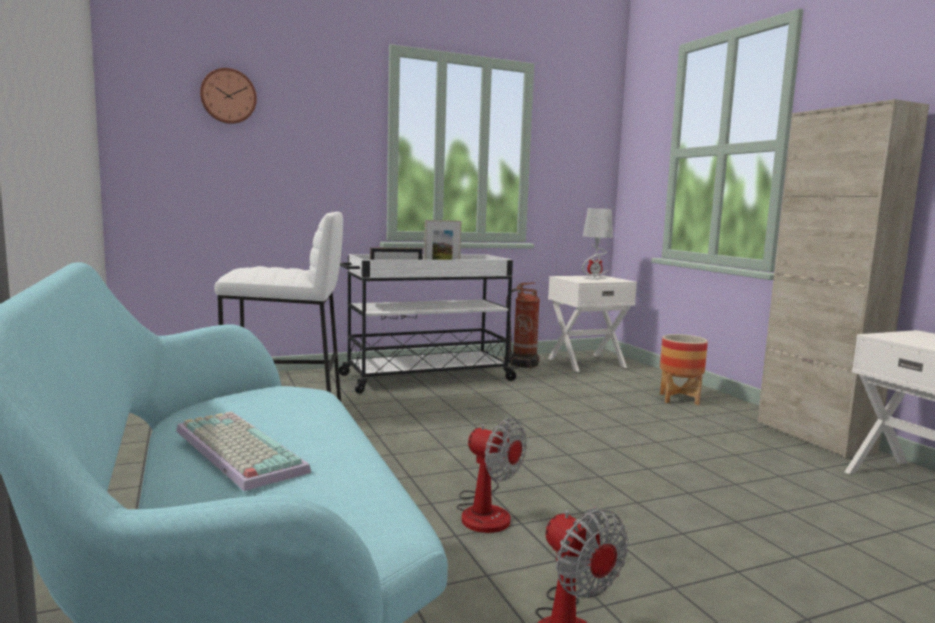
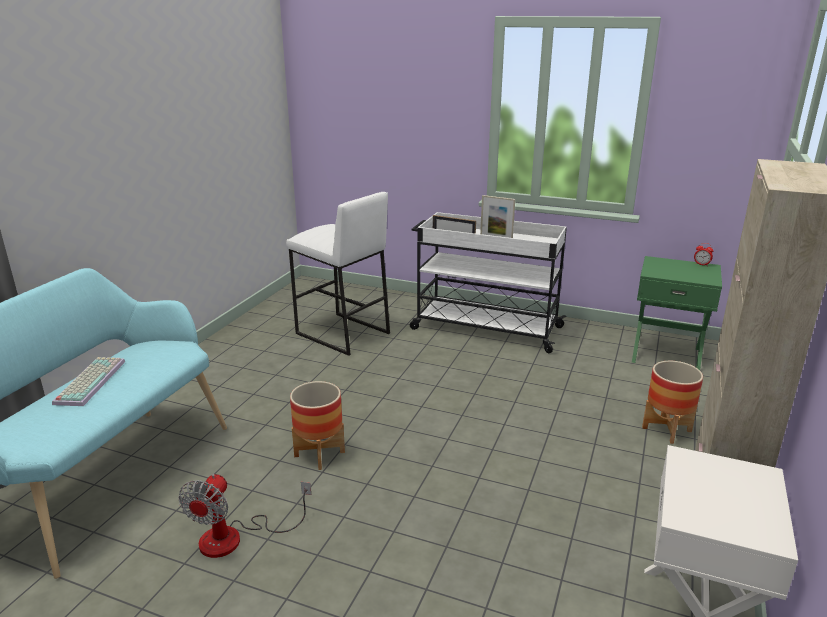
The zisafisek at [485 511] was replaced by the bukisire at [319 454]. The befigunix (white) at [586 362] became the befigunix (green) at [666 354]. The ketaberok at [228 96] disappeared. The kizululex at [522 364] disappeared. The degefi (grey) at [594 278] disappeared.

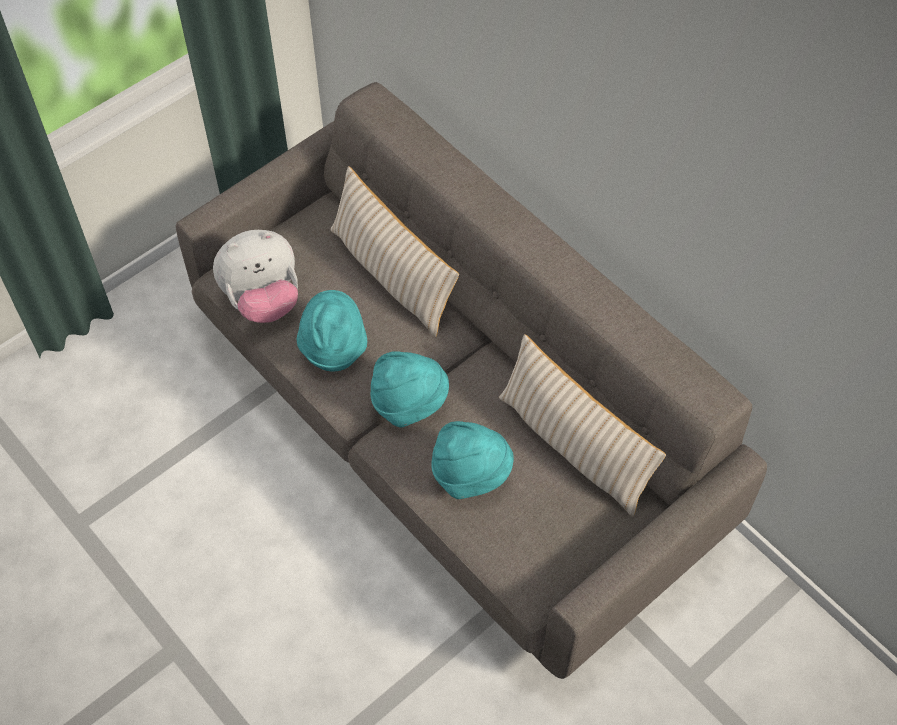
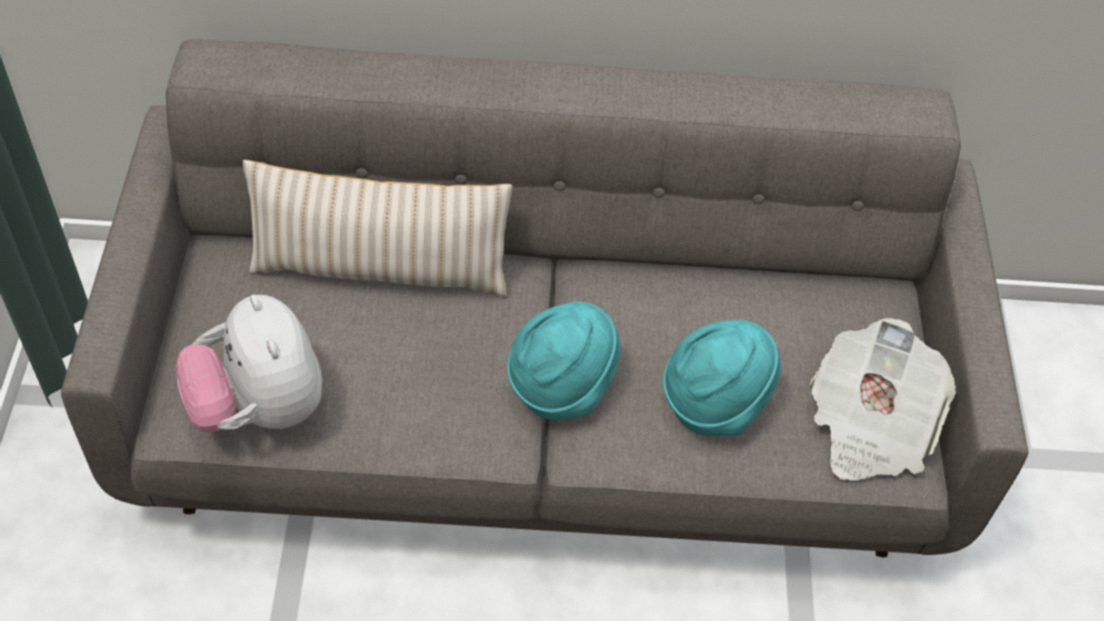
The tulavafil at [263 300] turned 135 degrees clockwise. The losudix at [869 425] appeared. The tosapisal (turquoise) at [334 348] disappeared. The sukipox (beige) at [573 446] disappeared.

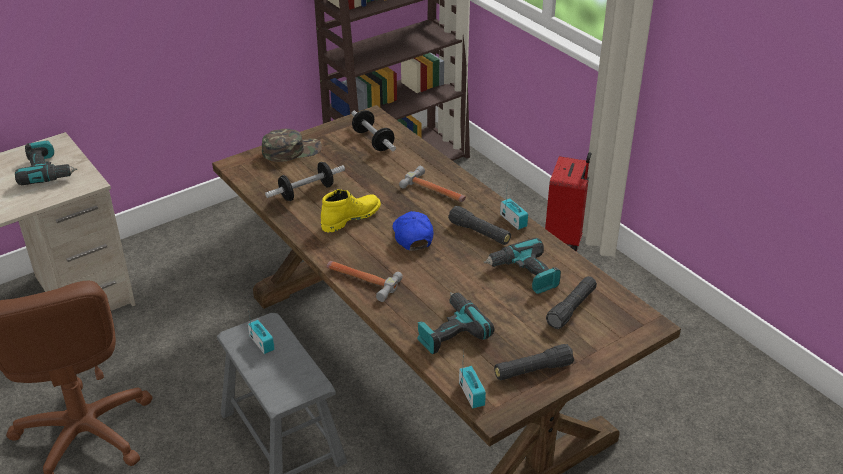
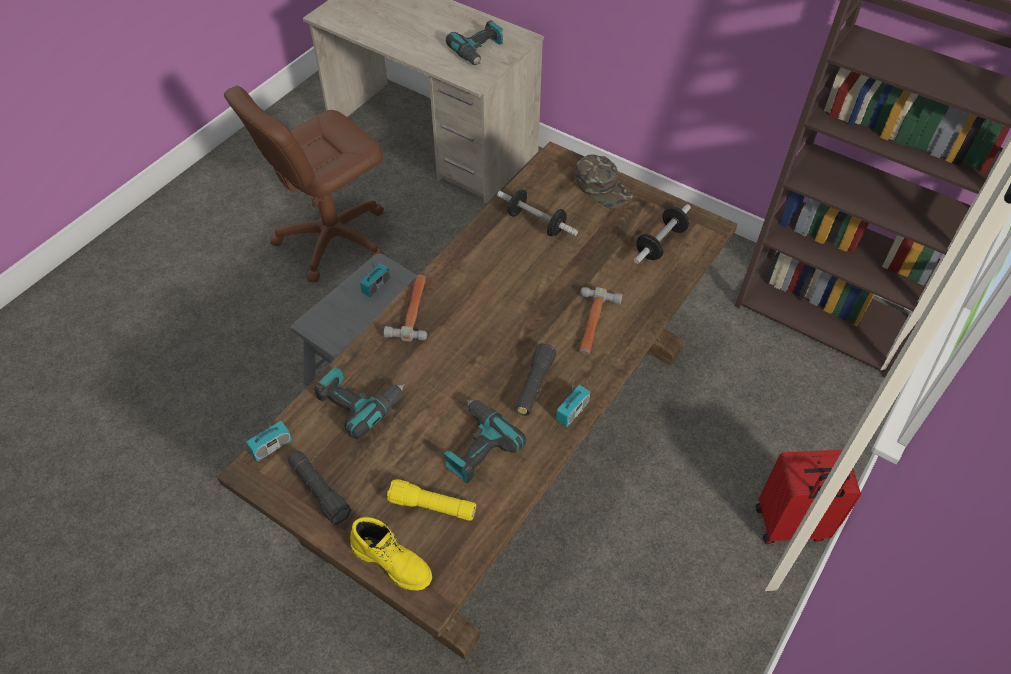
The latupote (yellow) moved from [350 217] to [393 561]. The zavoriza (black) at [571 309] became the zavoriza (yellow) at [432 506]. The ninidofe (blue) at [412 235] disappeared.

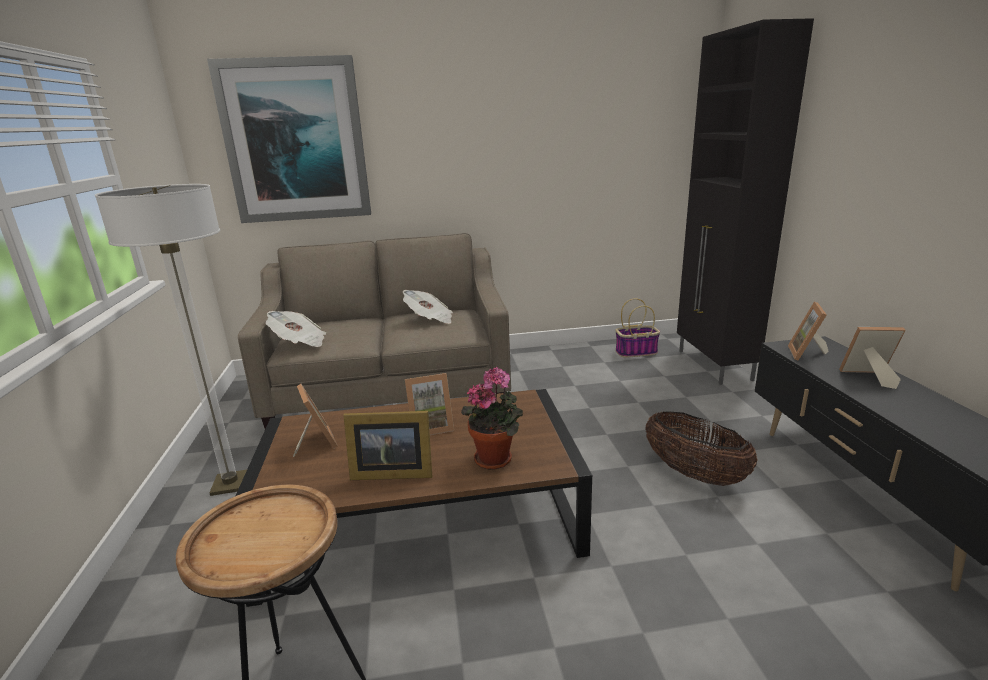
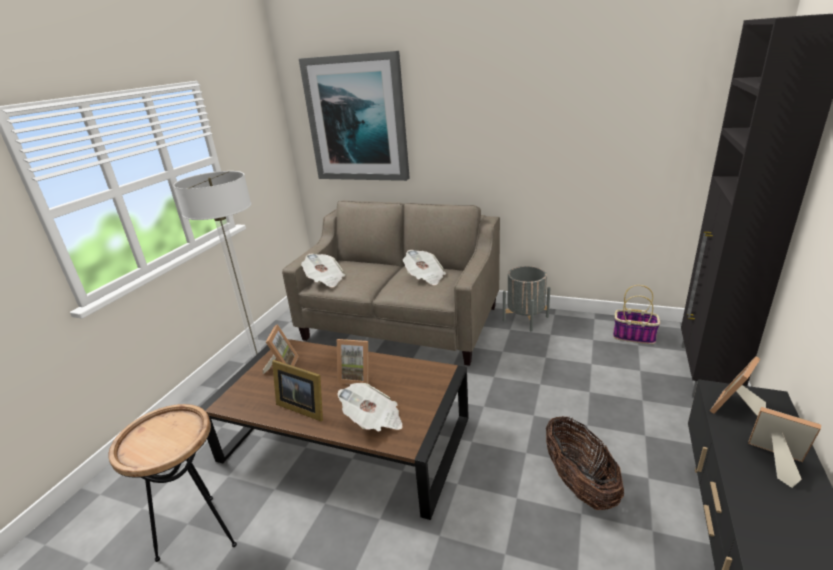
The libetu at [496 458] was replaced by the losudix at [373 420]. The bukisire (grey) at [525 319] appeared.

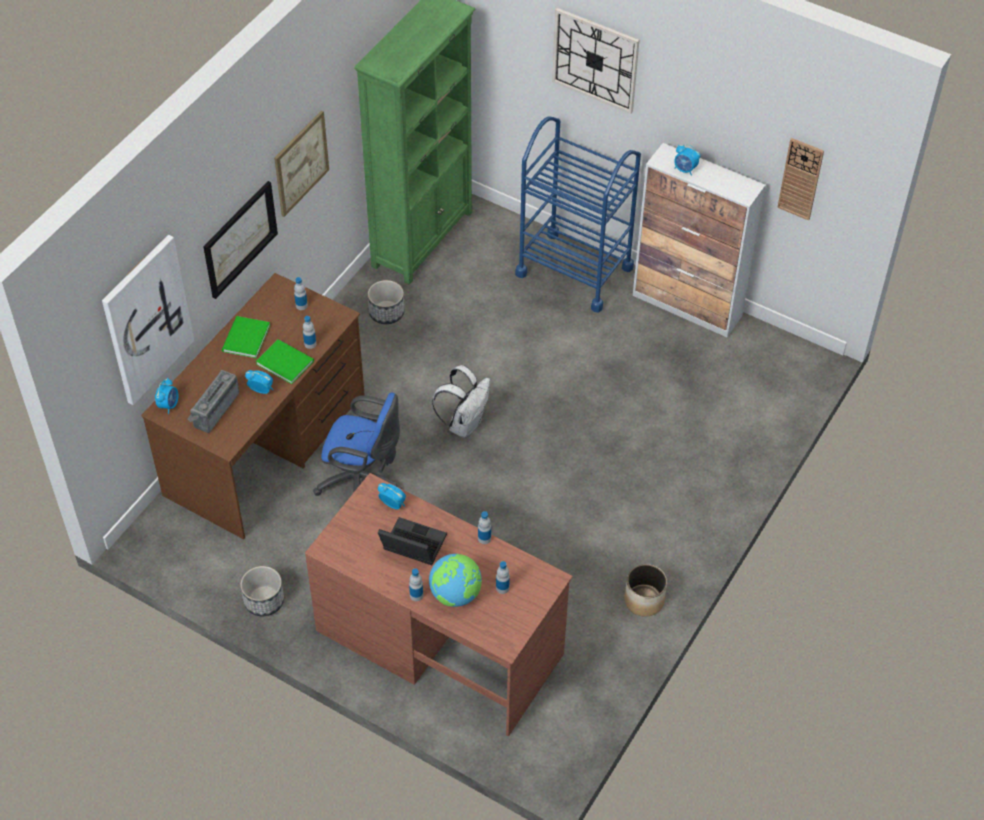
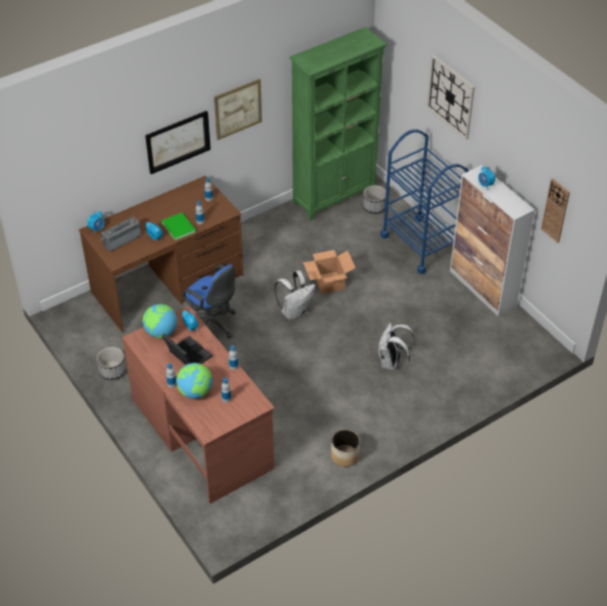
The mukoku at [161 332] appeared. The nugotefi at [329 283] appeared. The bukisire moved from [386 312] to [374 207]. The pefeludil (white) at [391 363] appeared. The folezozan at [146 319] disappeared. The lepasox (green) at [244 339] disappeared.

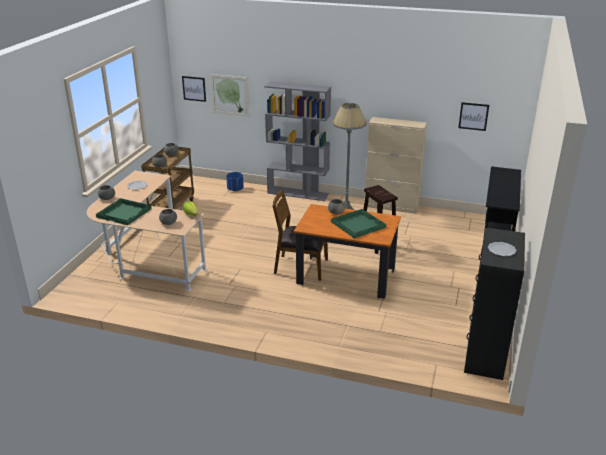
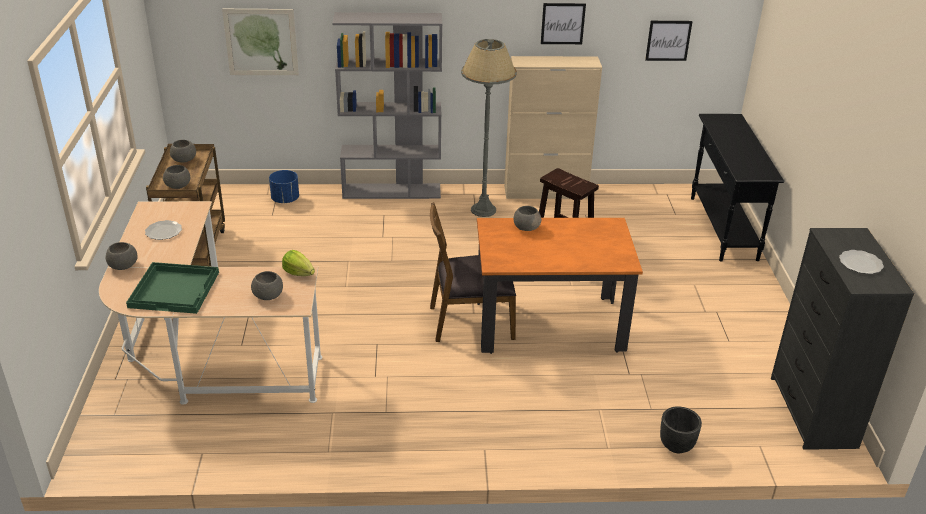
The folezozan moved from [194 88] to [562 23]. The bukisire (black) at [676 446] appeared. The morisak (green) at [358 224] disappeared.

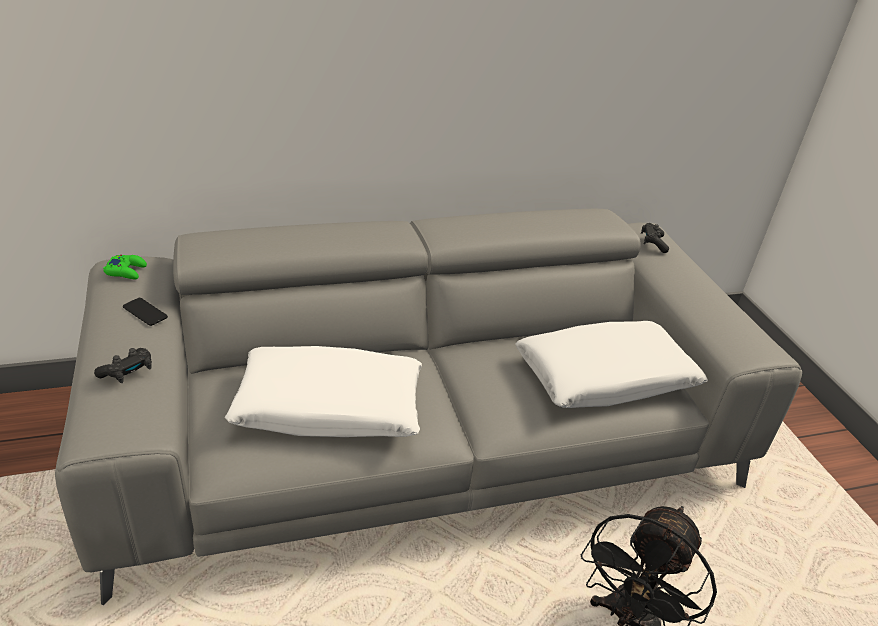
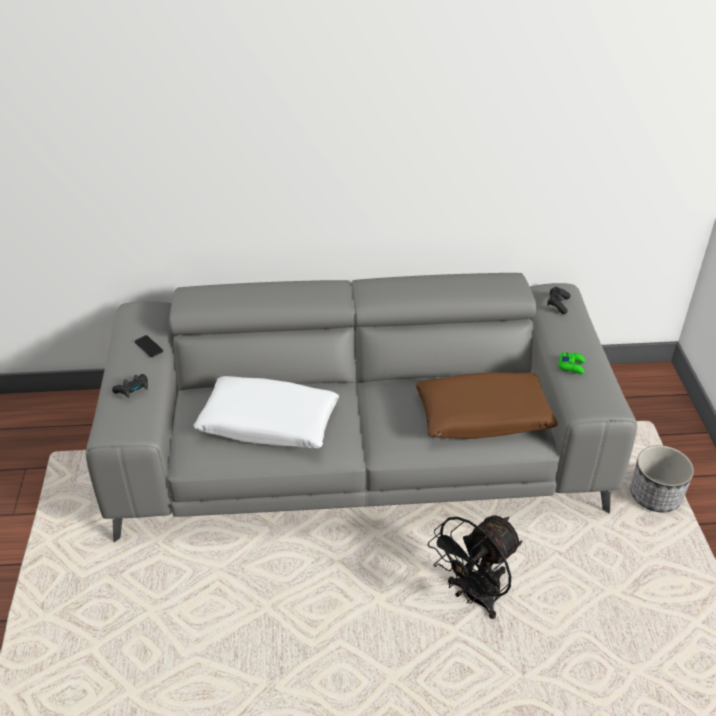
The sukipox (white) at [605 378] became the sukipox (brown) at [483 416]. The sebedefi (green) moved from [126 271] to [571 365]. The bukisire at [655 495] appeared.

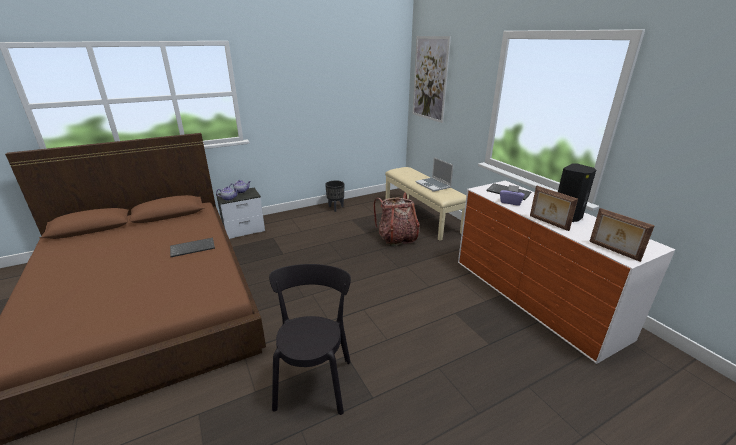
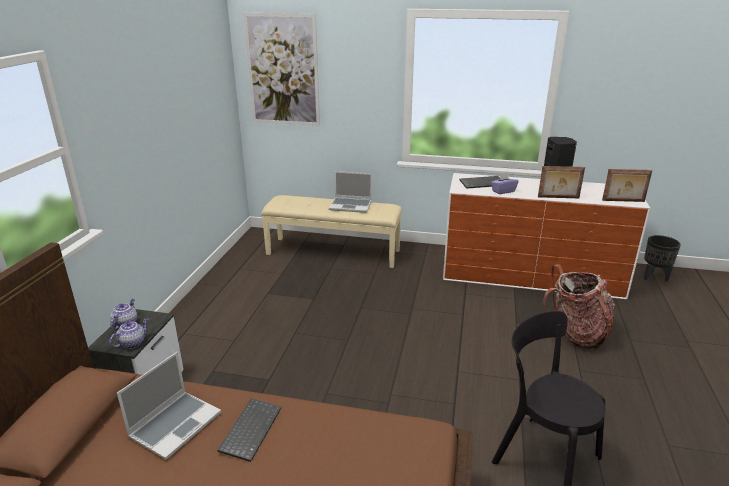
The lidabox at [175 424] appeared. The pefeludil moved from [397 238] to [575 334]. The bukisire (black) moved from [336 208] to [654 277].

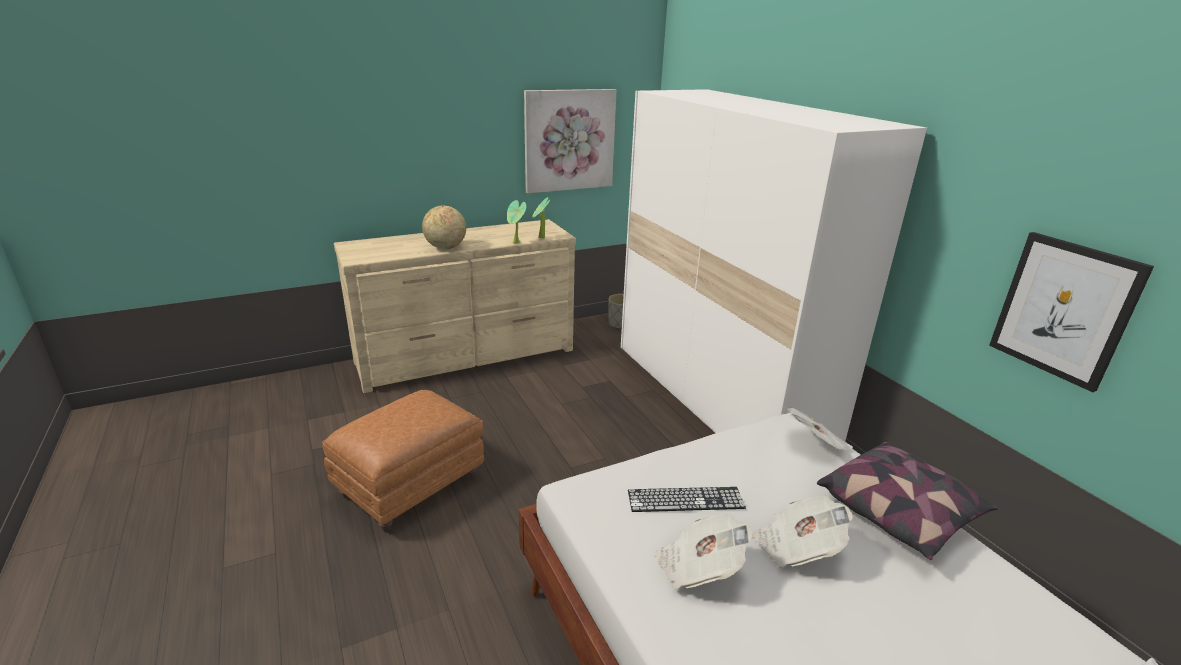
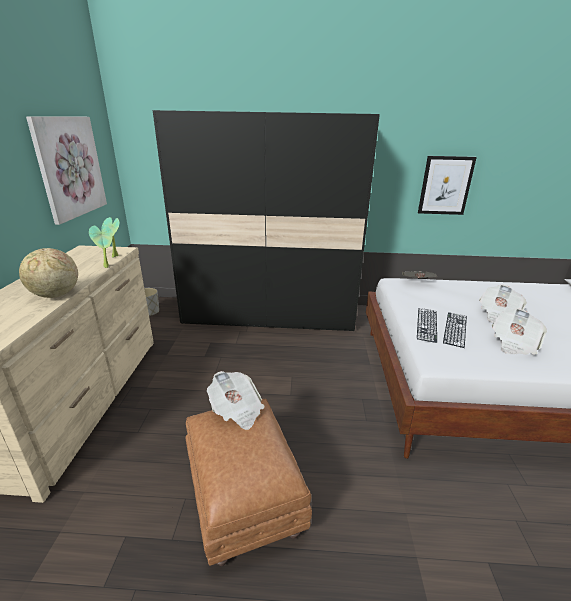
The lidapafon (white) at [716 397] became the lidapafon (black) at [269 314]. The losudix at [237 410] appeared. The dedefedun at [427 324] appeared. The sukipox at [900 513] disappeared.

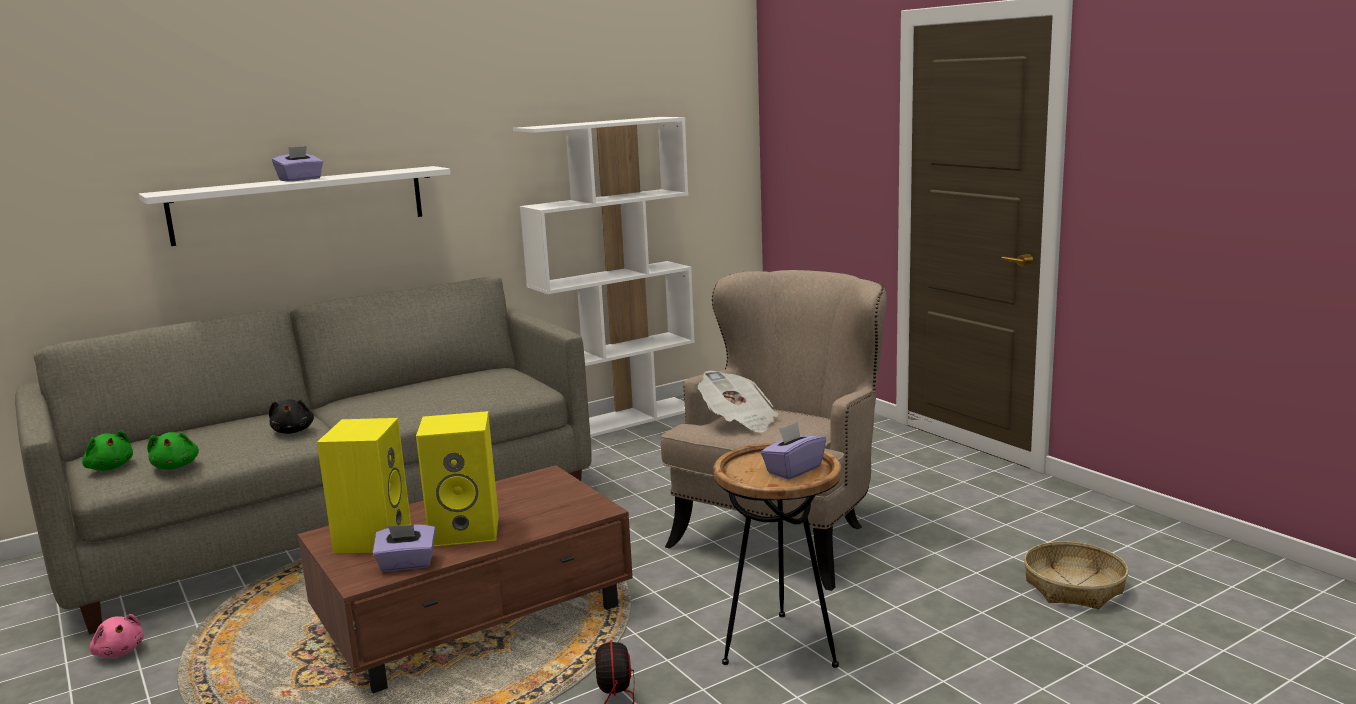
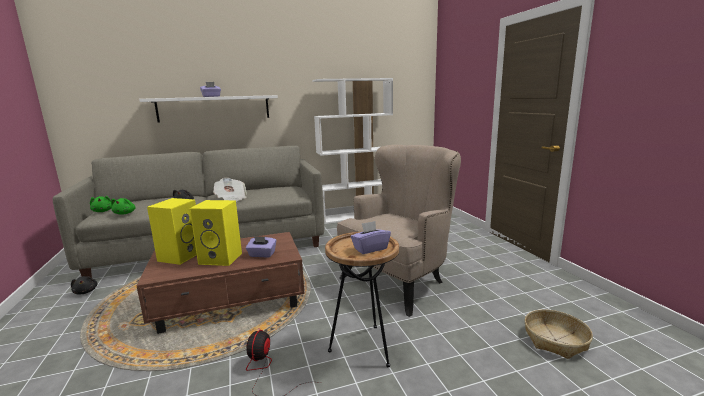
The tulavafil (pink) at [119 651] became the tulavafil (black) at [86 291]. The losudix moved from [739 421] to [231 199]. The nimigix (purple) moved from [407 564] to [262 255].

